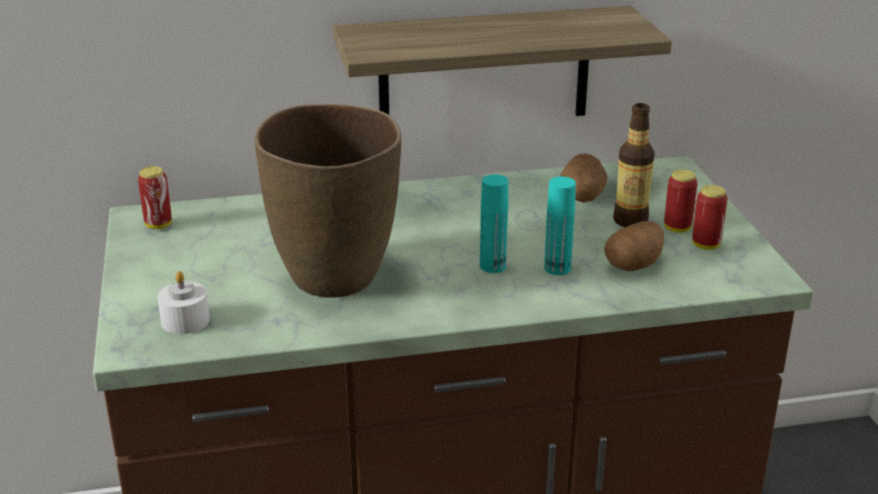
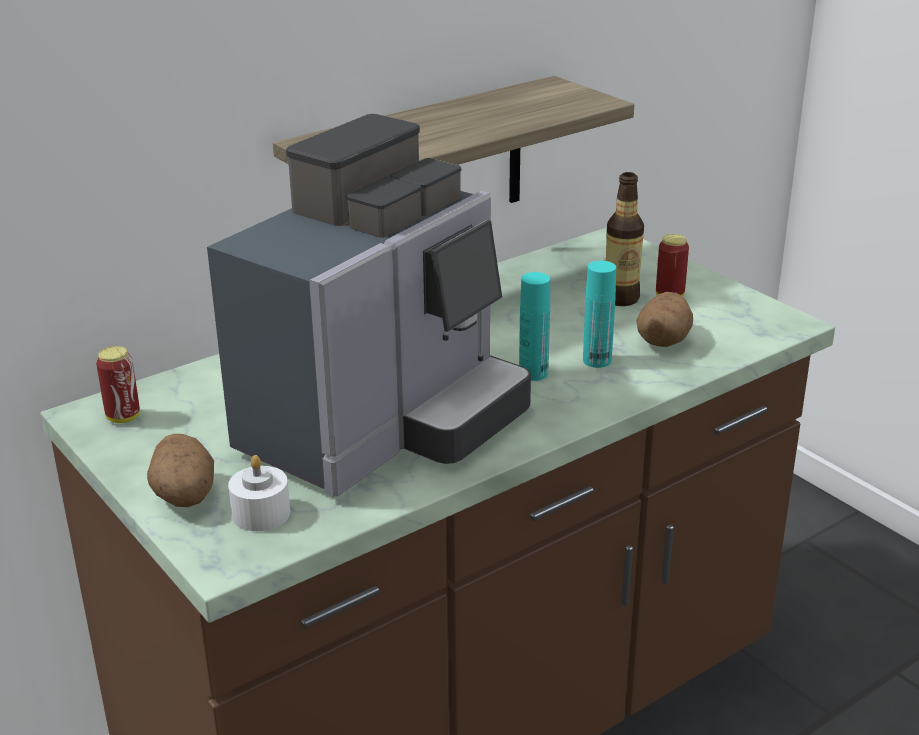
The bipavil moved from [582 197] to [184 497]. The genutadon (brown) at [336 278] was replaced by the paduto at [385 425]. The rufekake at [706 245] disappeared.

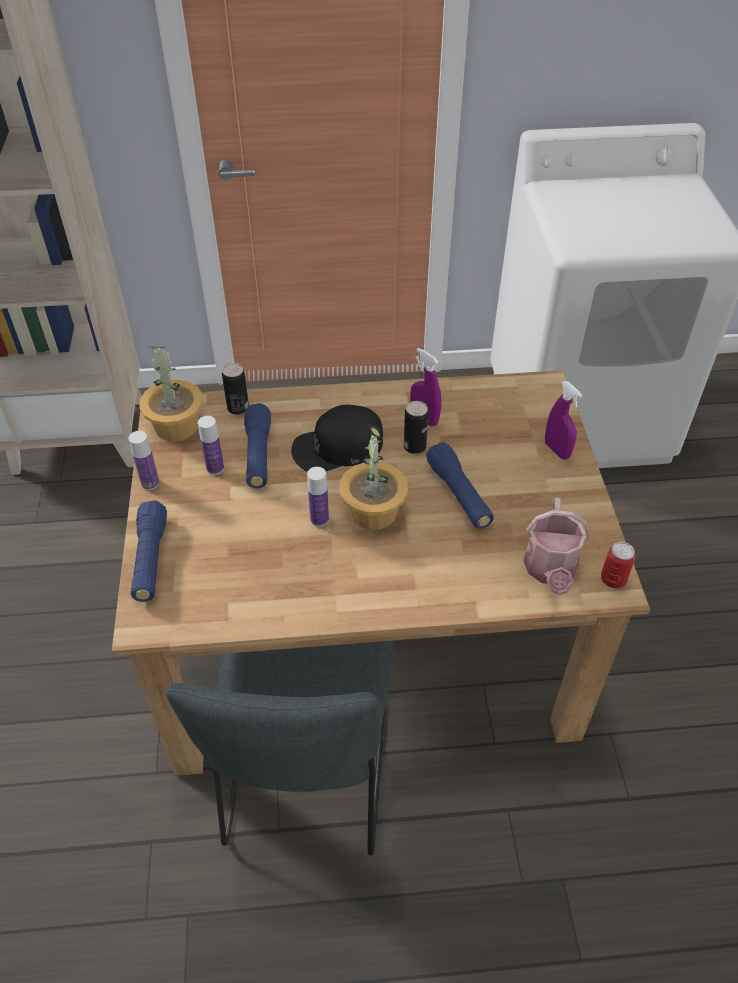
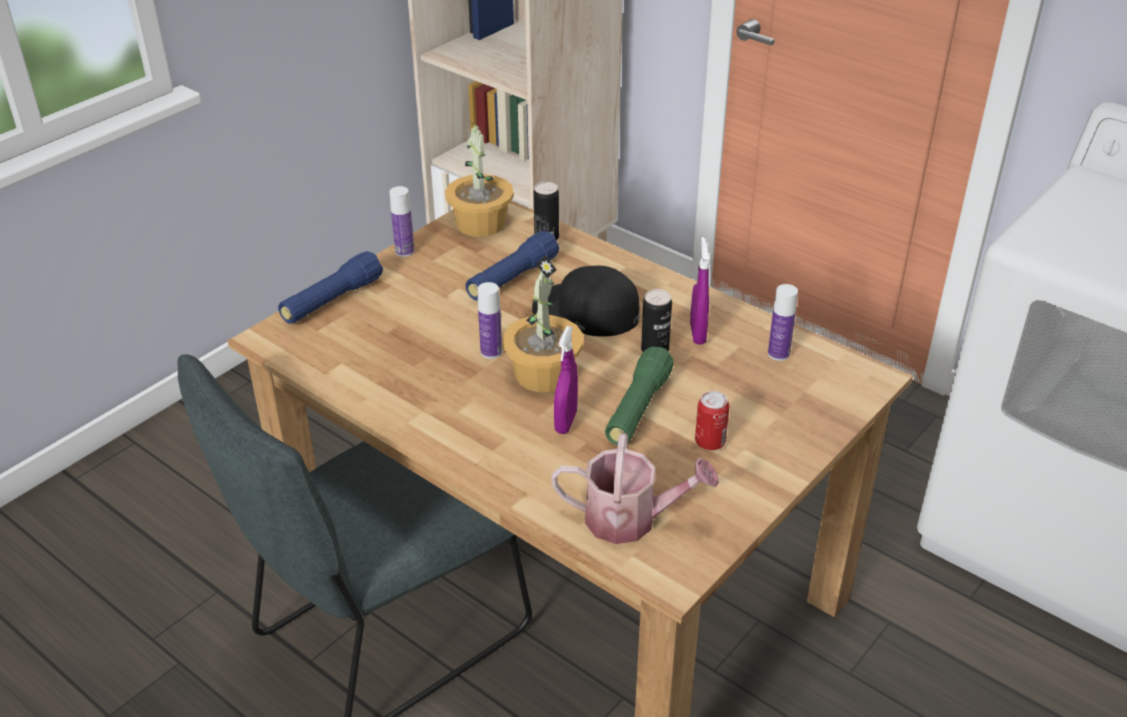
The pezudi at [550 570] turned 135 degrees counterclockwise. The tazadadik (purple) moved from [557 450] to [566 422]. The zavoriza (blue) at [459 495] became the zavoriza (green) at [638 409]. The rufekake moved from [613 579] to [710 442]. The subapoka moved from [215 468] to [778 354].

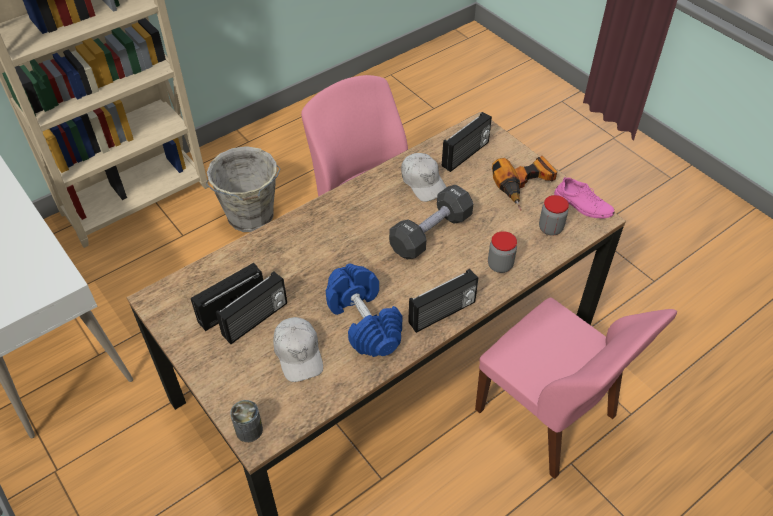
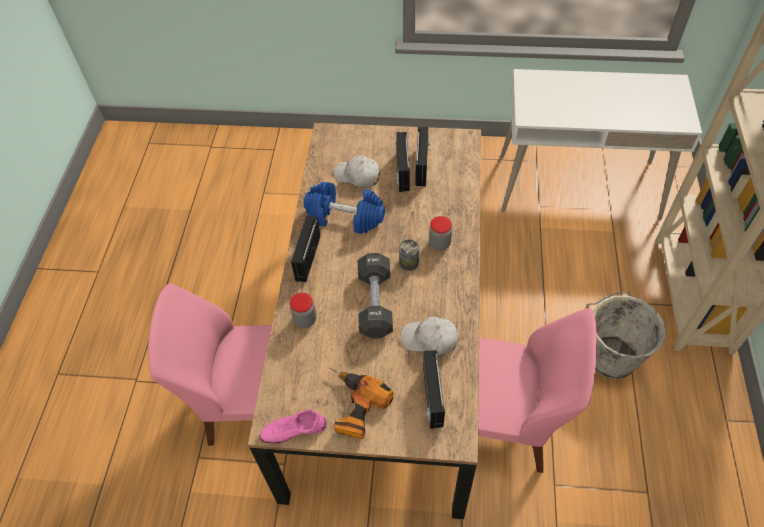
The rufekake moved from [249 430] to [409 263]. The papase moved from [550 228] to [439 243].

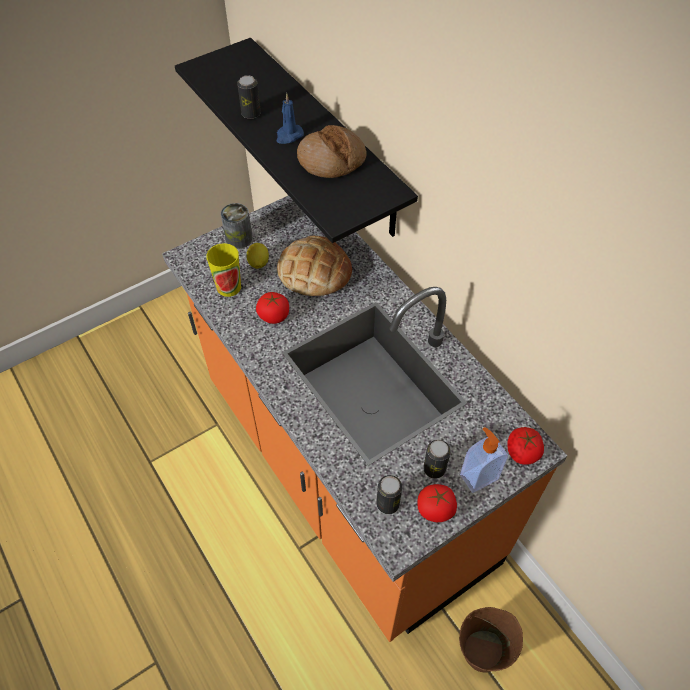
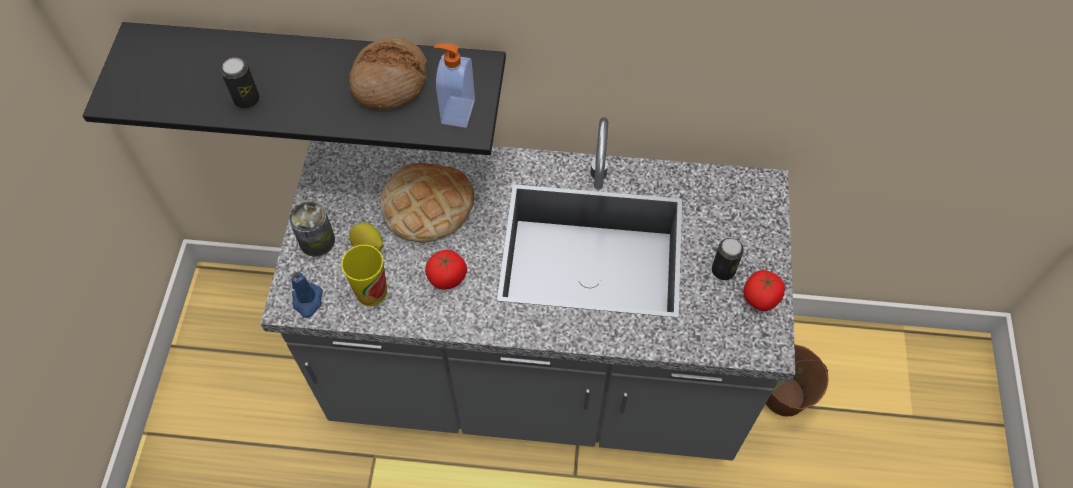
The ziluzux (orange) at [345 474] became the ziluzux (grey) at [536 379]. The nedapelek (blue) moved from [289 135] to [307 301]. The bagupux moved from [478 476] to [456 111]. The rufekake at [387 504] disappeared. The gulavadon at [522 452] disappeared.

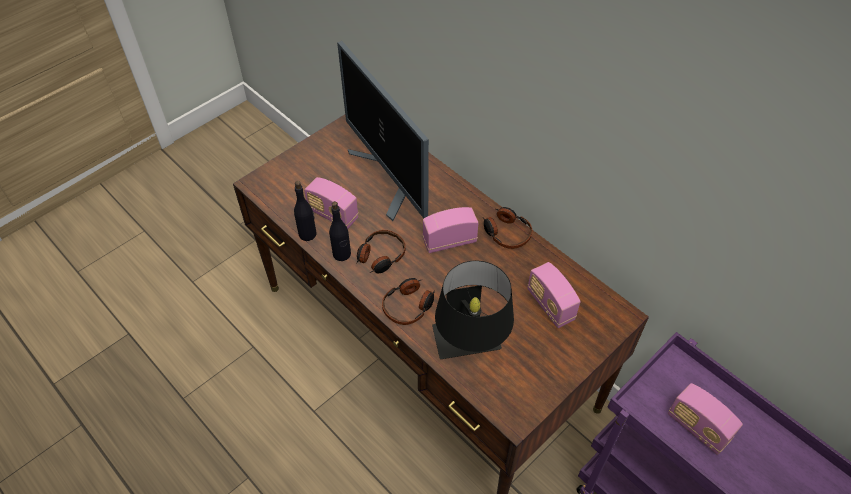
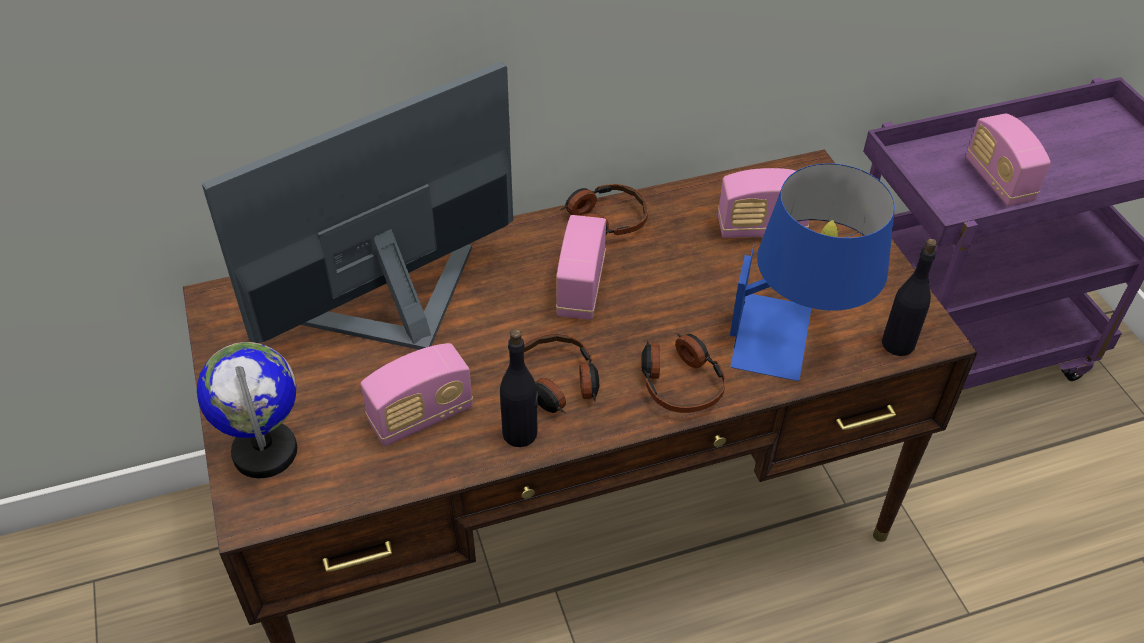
The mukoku at [266 451] appeared. The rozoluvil at [390 179] turned 150 degrees clockwise. The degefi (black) at [470 348] became the degefi (blue) at [795 339]. The subapoka (black) moved from [308 234] to [898 343]. The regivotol at [697 427] turned 90 degrees clockwise.

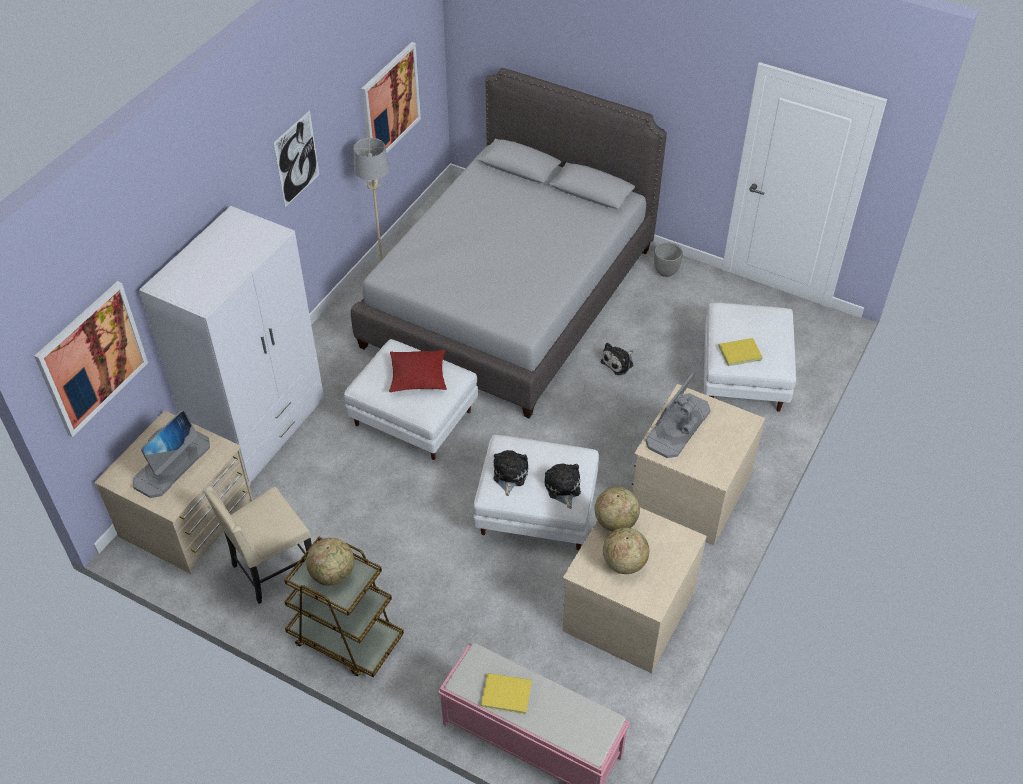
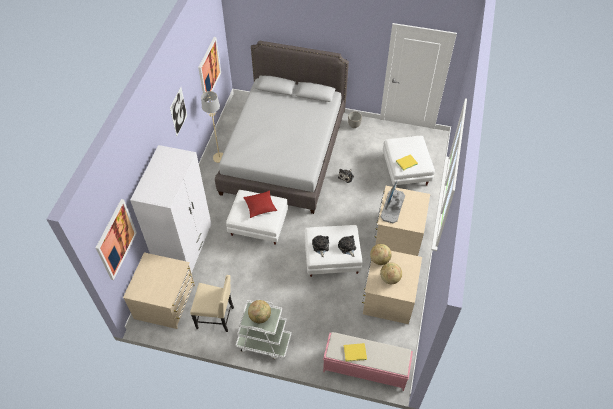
The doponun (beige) at [272 570] turned 120 degrees counterclockwise. The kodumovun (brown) at [345 638] became the kodumovun (white) at [263 342]. The rozoluvil at [172 463] disappeared.

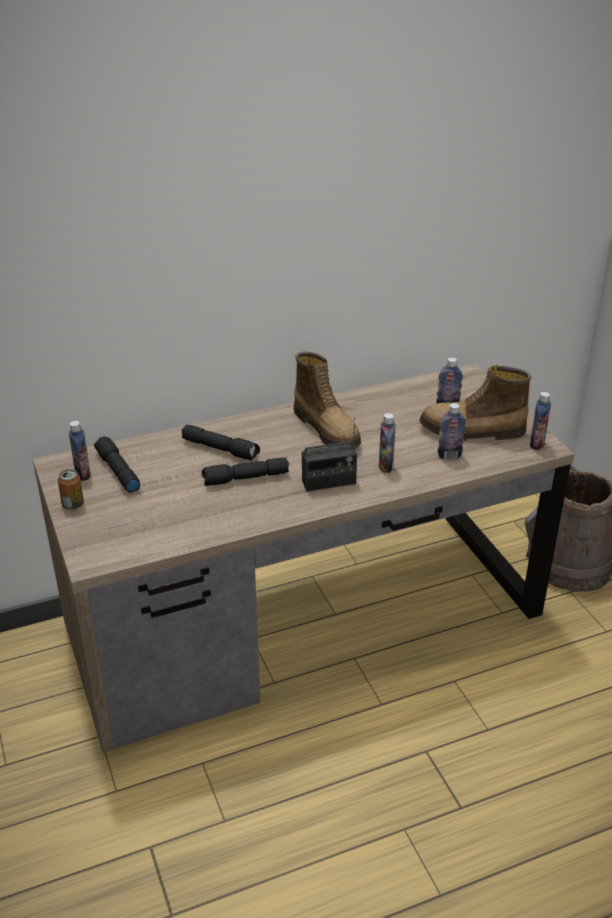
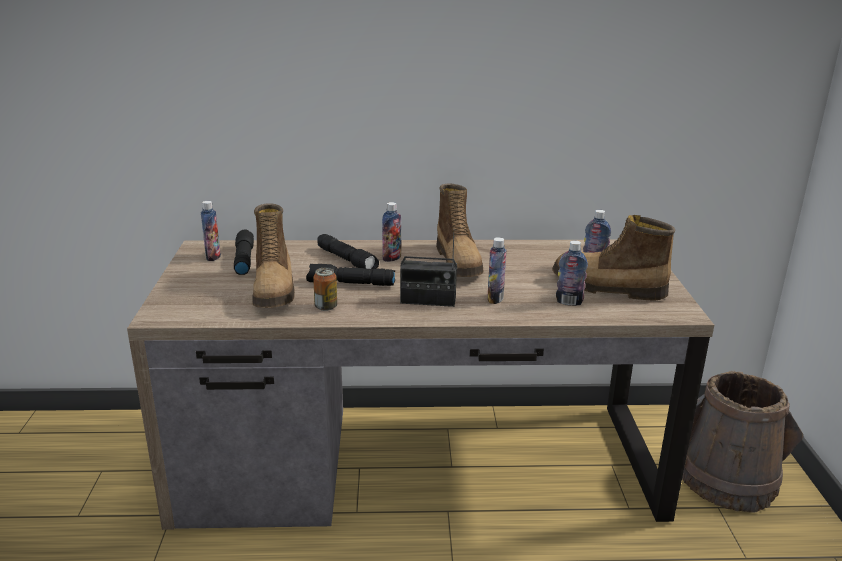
The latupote at [275 290] appeared. The rufekake moved from [73 504] to [326 307]. The subapoka moved from [537 444] to [392 258].

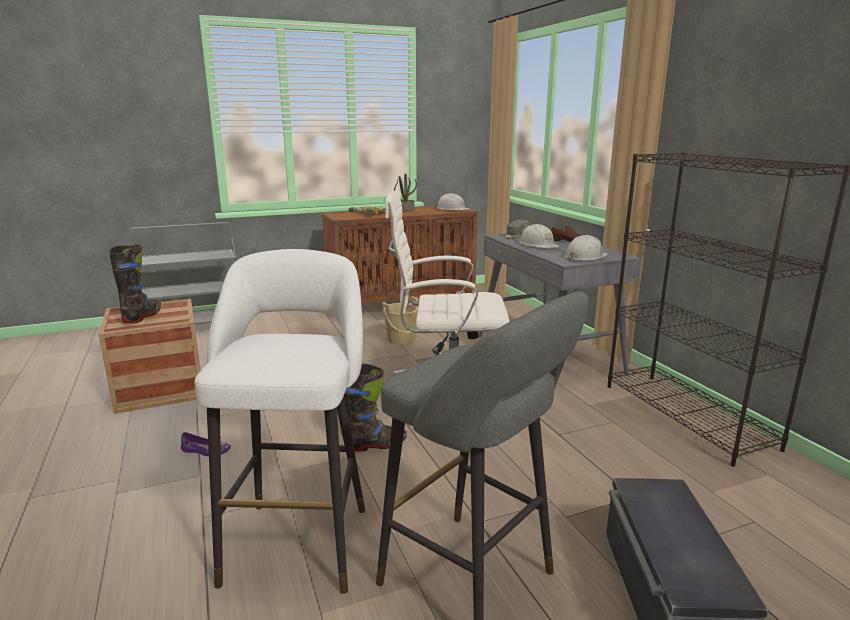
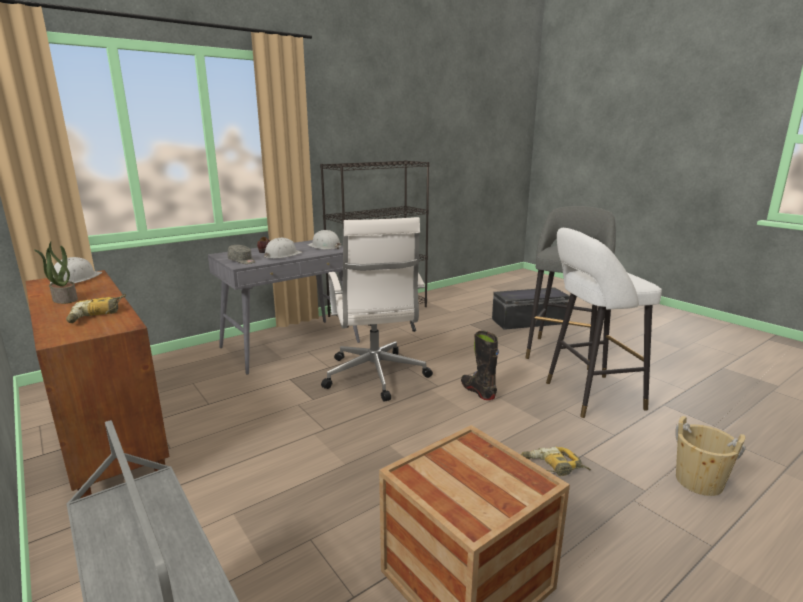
The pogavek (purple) at [206 451] was replaced by the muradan at [553 467]. The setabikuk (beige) moved from [401 339] to [699 481]. The latupote (black) at [142 316] disappeared.

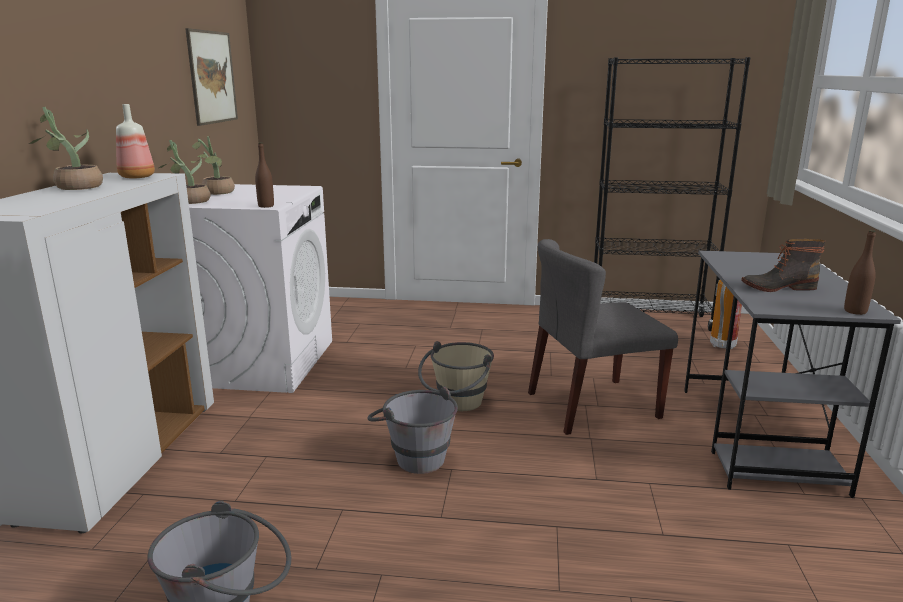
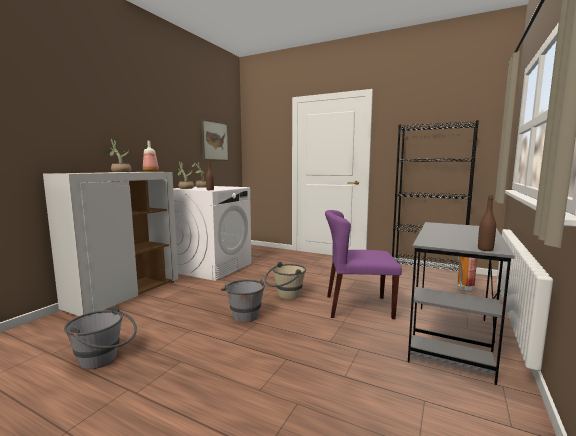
The doponun (grey) at [592 406] became the doponun (purple) at [358 307]. The latupote at [777 287] disappeared.

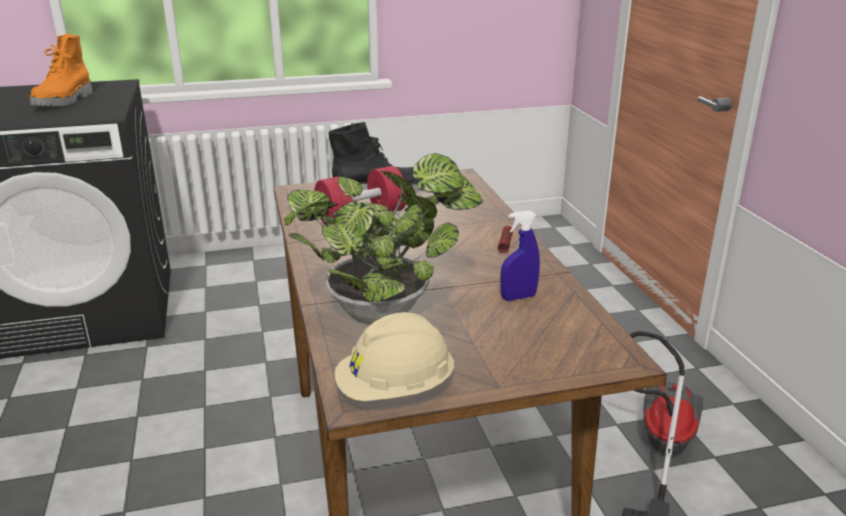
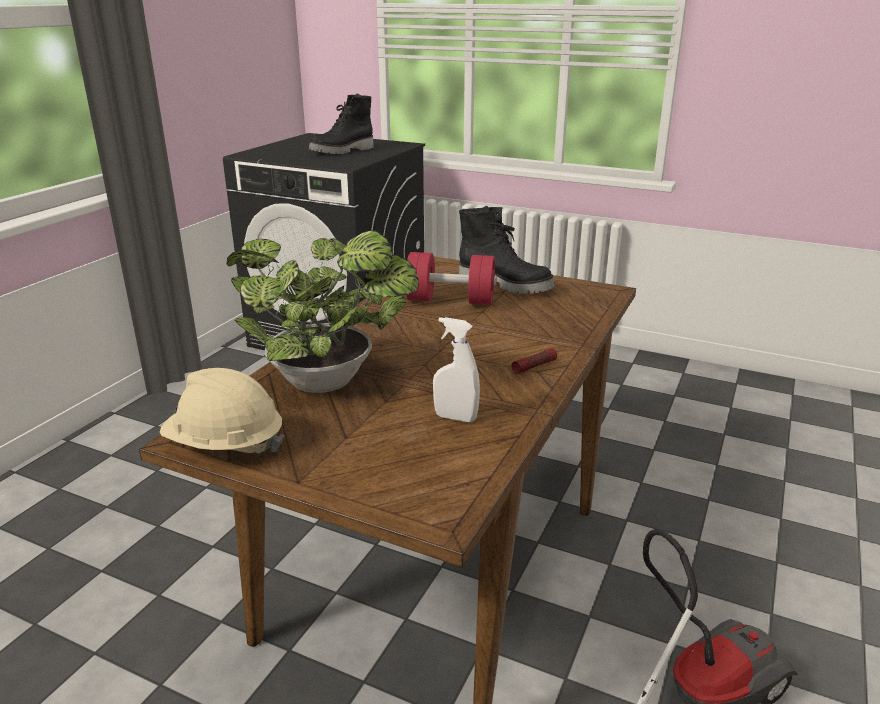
The latupote (orange) at [65 101] became the latupote (black) at [343 151]. The tazadadik (blue) at [518 297] became the tazadadik (white) at [455 417].

